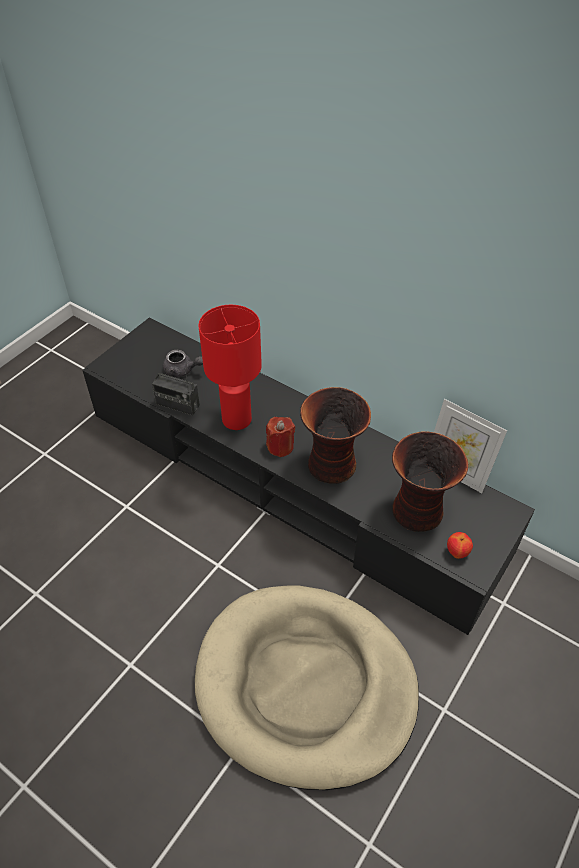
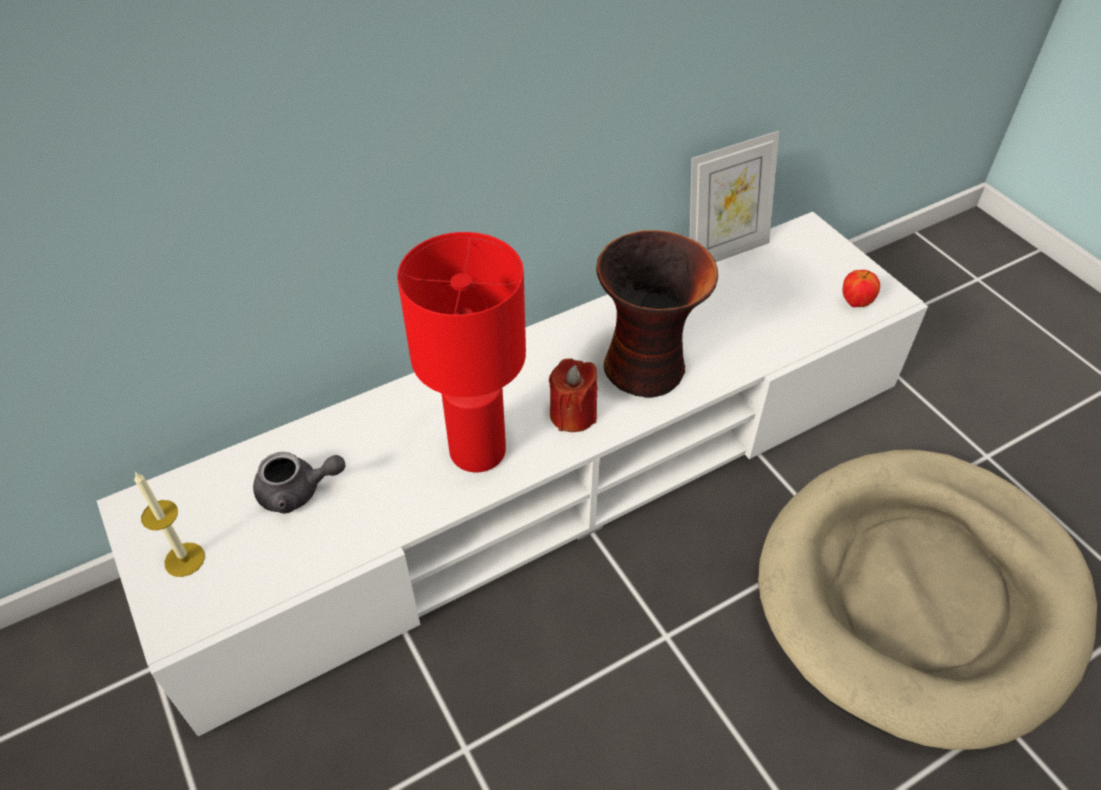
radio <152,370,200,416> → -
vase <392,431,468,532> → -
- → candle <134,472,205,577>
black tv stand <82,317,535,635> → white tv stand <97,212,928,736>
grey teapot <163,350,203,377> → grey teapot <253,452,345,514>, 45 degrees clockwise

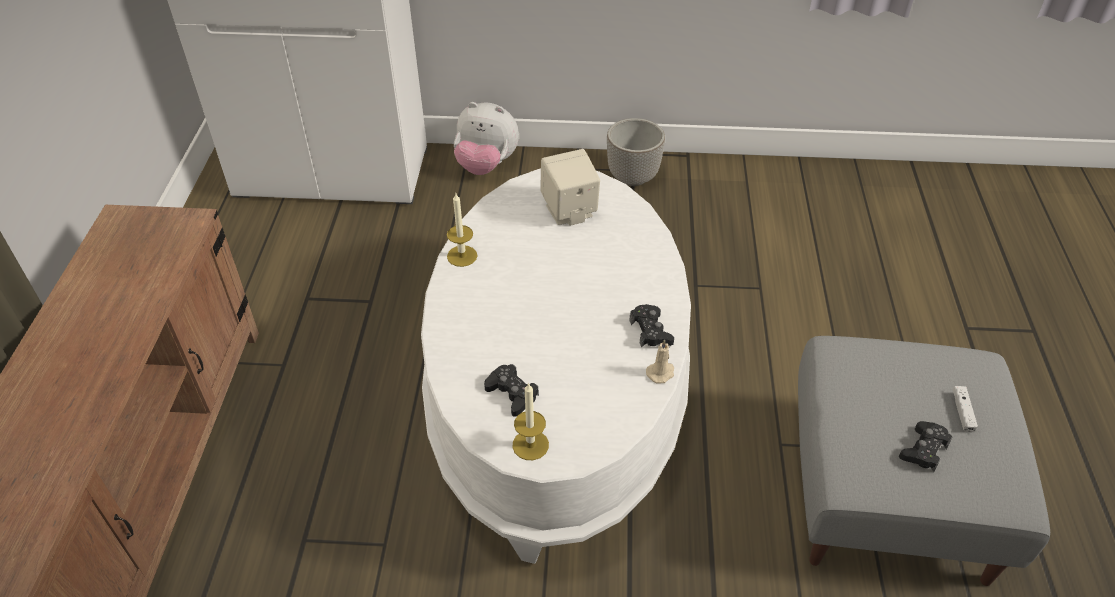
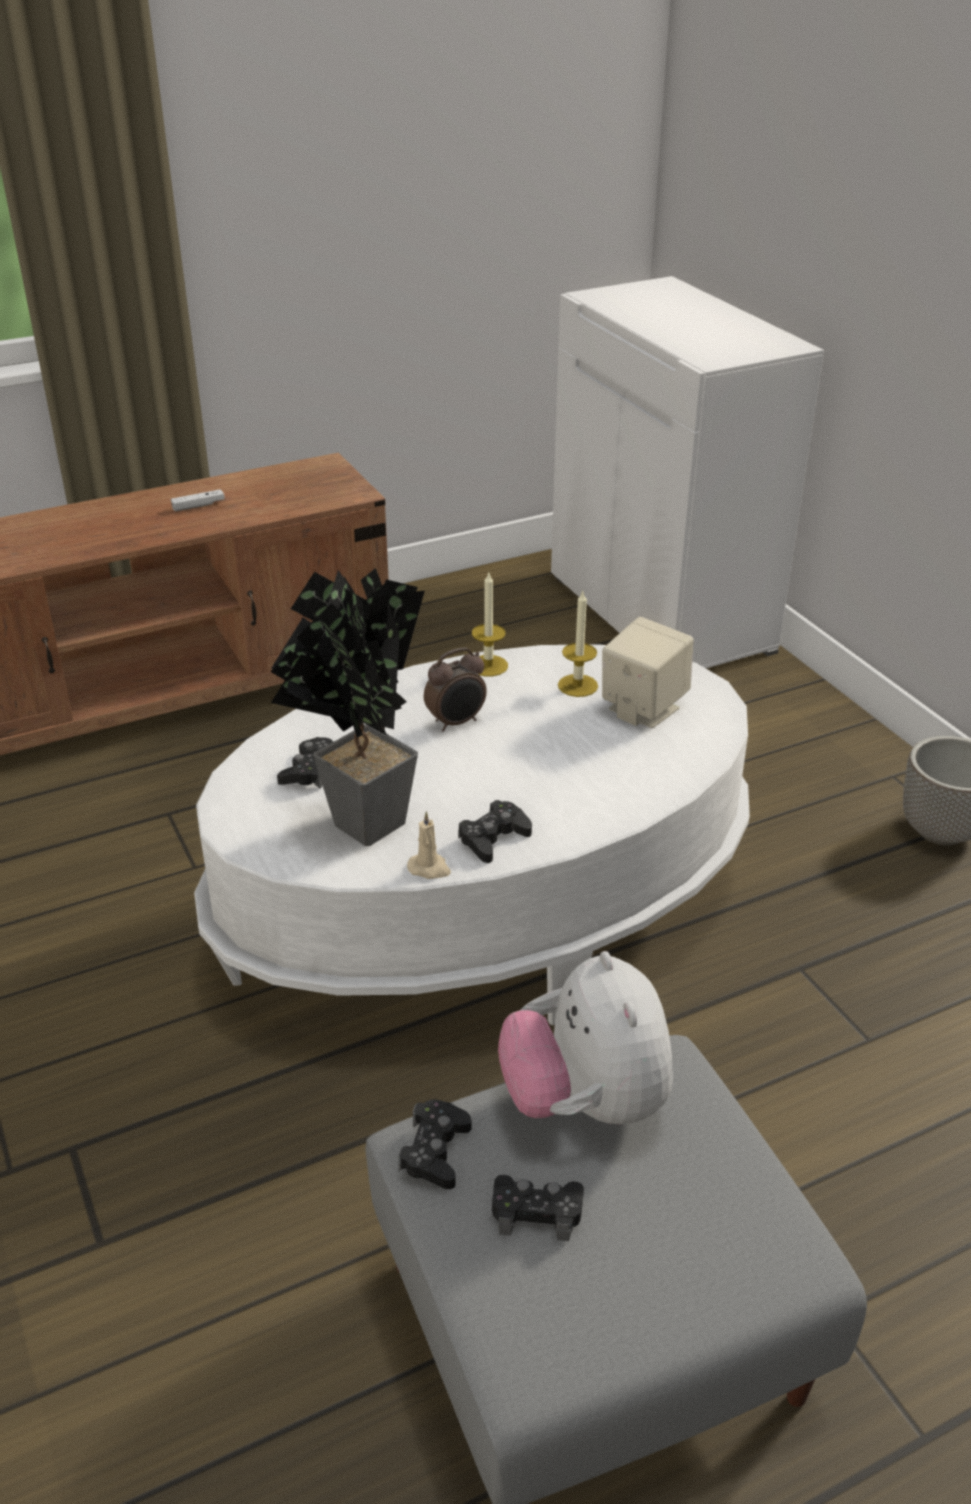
- → potted plant <271,568,425,846>
- → black game controller <398,1099,472,1189>
- → alarm clock <424,647,487,732>
plush toy <454,102,519,175> → plush toy <498,951,673,1124>, move
candle <512,383,549,460> → candle <558,590,598,697>, move
white game controller <953,386,978,433> → white game controller <171,489,225,512>, move

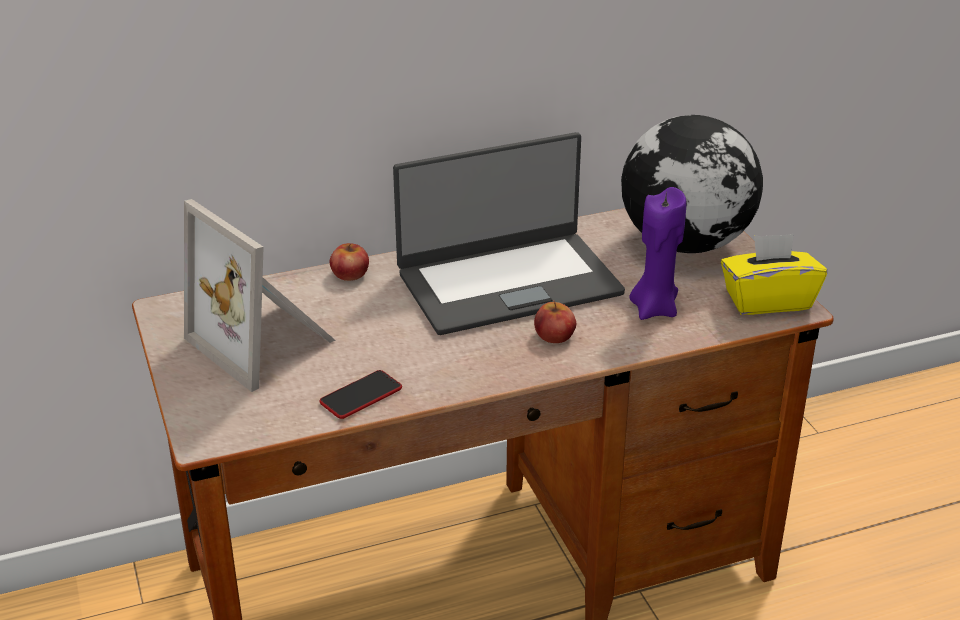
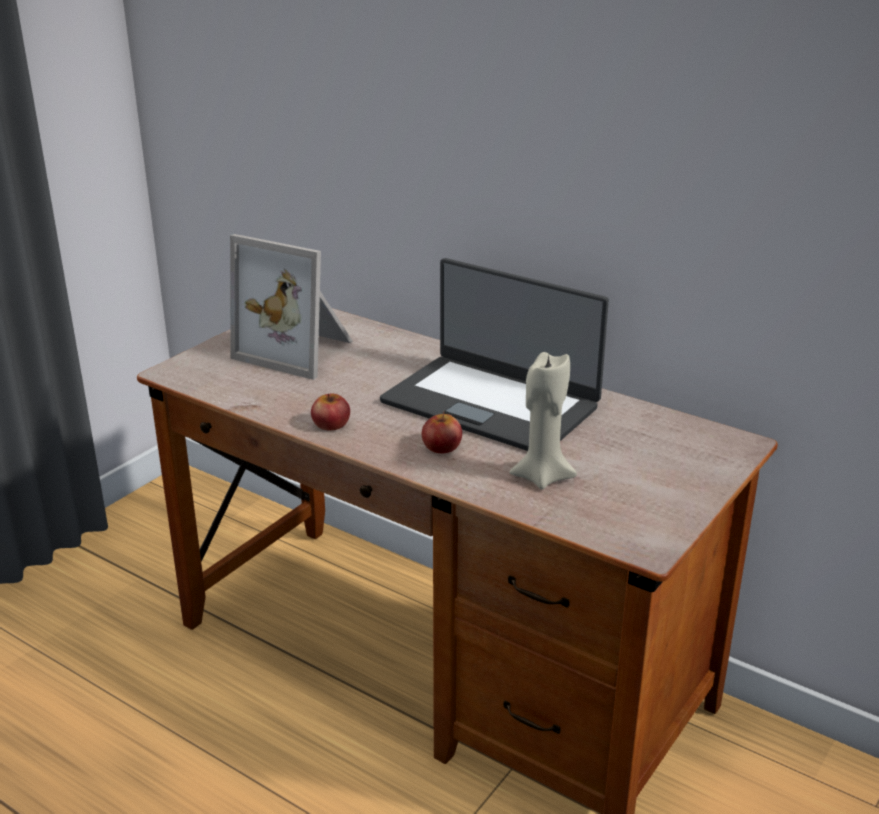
phone <319,370,402,419> → -
globe <621,115,763,253> → -
yellow tissue box <721,234,827,315> → -
apple <330,243,369,281> → apple <311,393,350,430>, move
purple candle <629,187,686,320> → beige candle <509,352,577,489>
picture frame <184,199,336,392> → picture frame <230,234,353,380>, 75 degrees counterclockwise

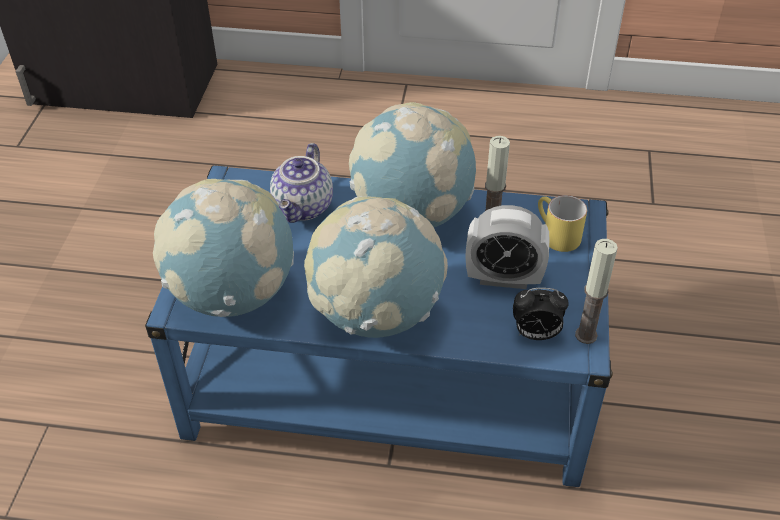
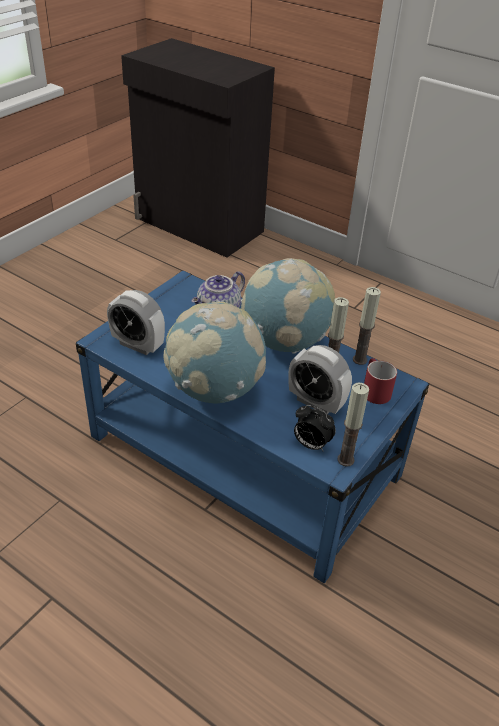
- → candle <353,287,381,365>
globe <153,179,294,317> → alarm clock <107,290,165,355>
yellow mug <538,195,587,252> → red mug <364,358,397,404>

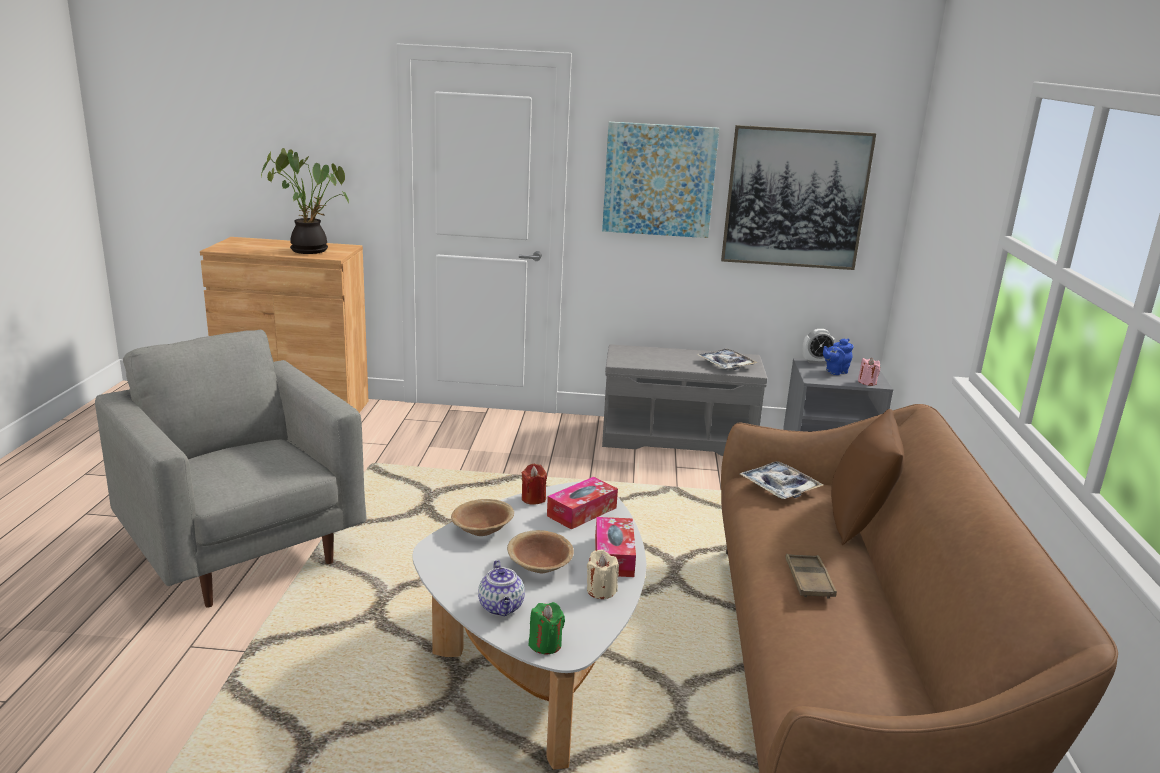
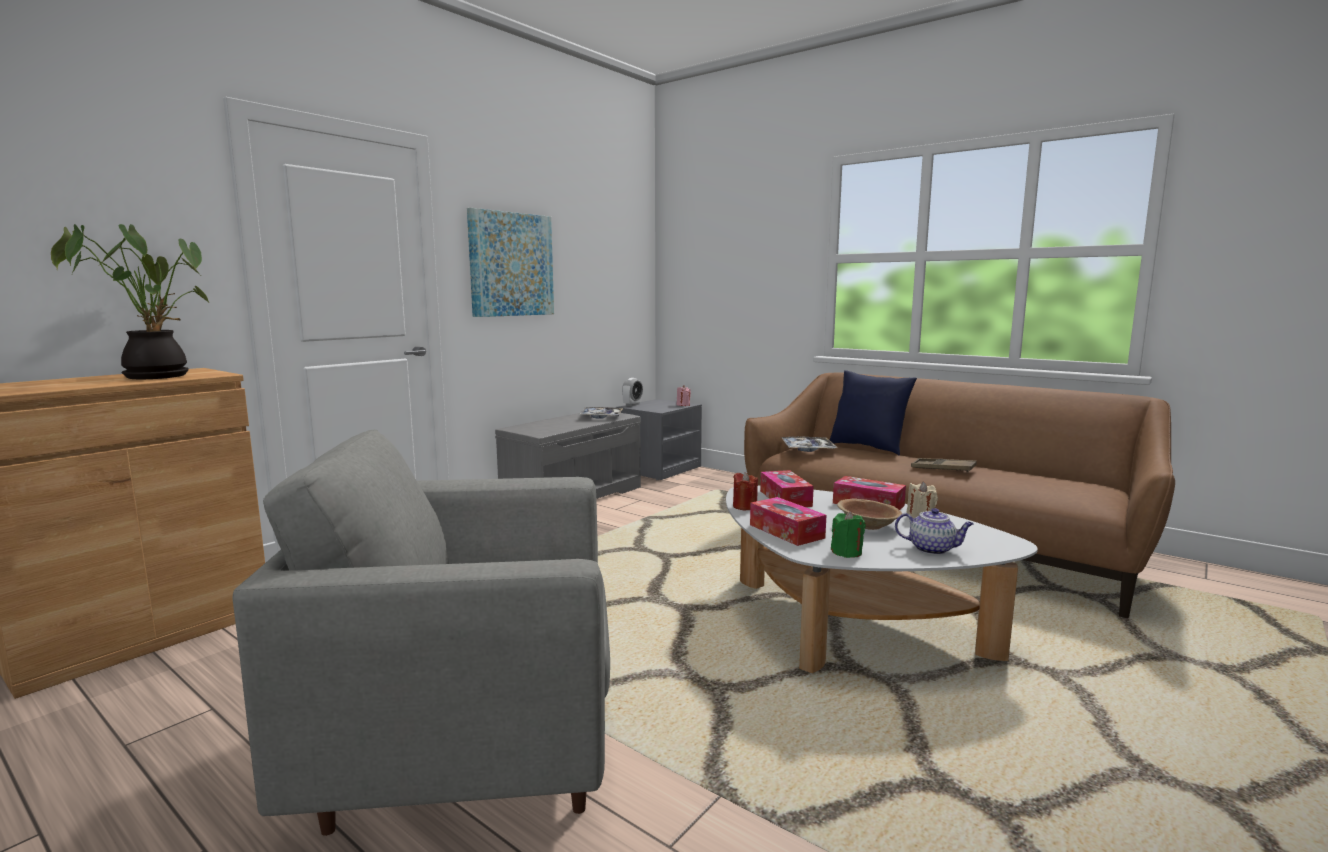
picture <721,125,876,270> → -
blue teapot <823,339,853,375> → -
green candle <529,602,565,654> → green candle <831,511,866,558>, move
brown bowl <451,499,514,536> → tissue box <750,497,826,546>
brown pillow <831,409,905,545> → blue pillow <830,370,917,455>

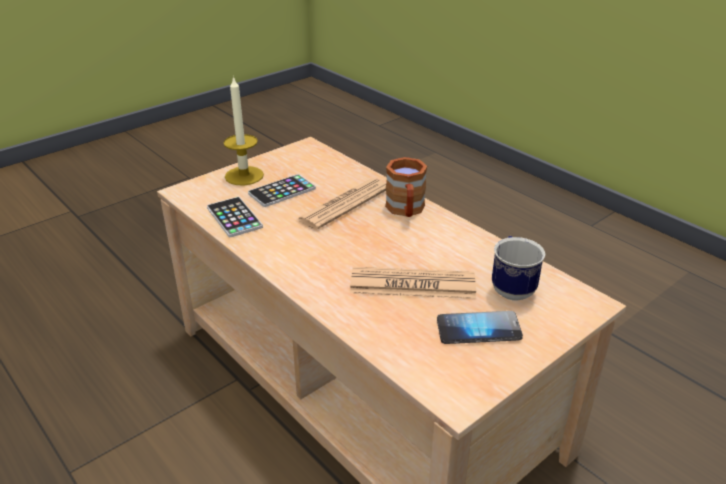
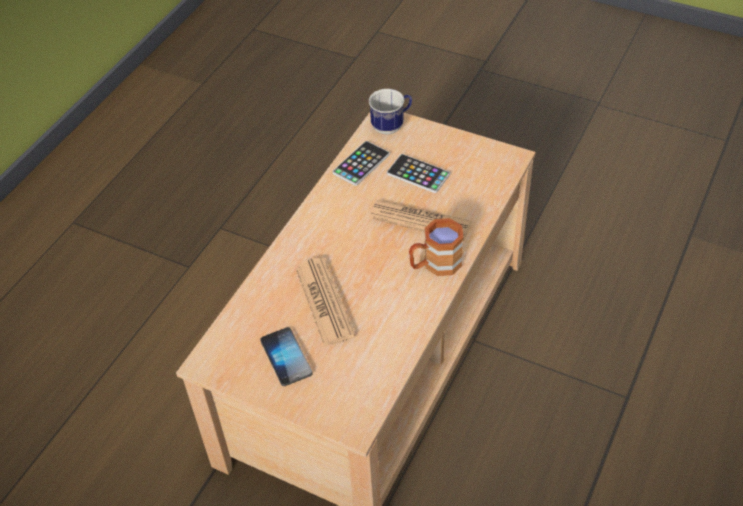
candle <223,76,264,185> → -
mug <492,236,545,301> → mug <369,89,412,134>, move

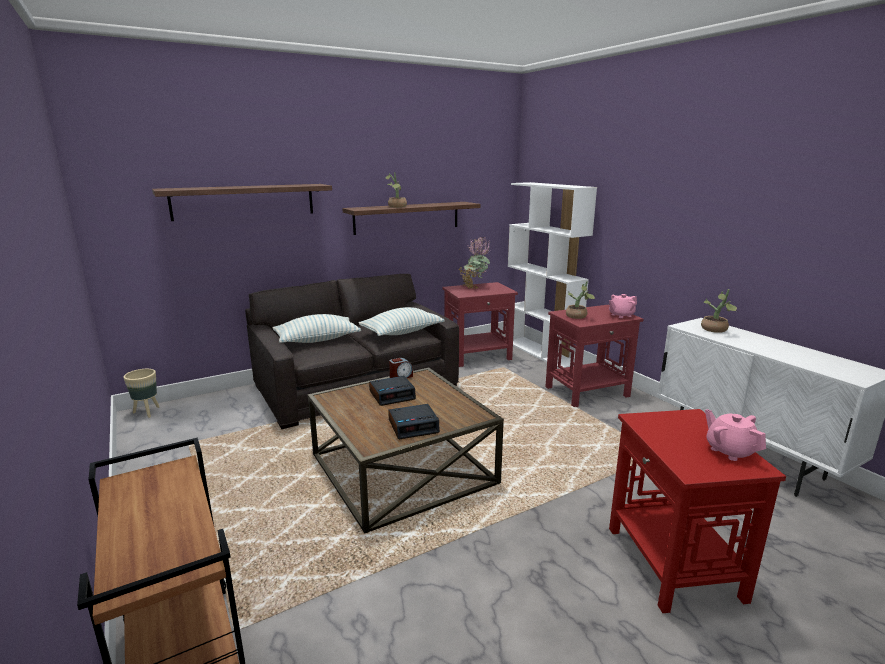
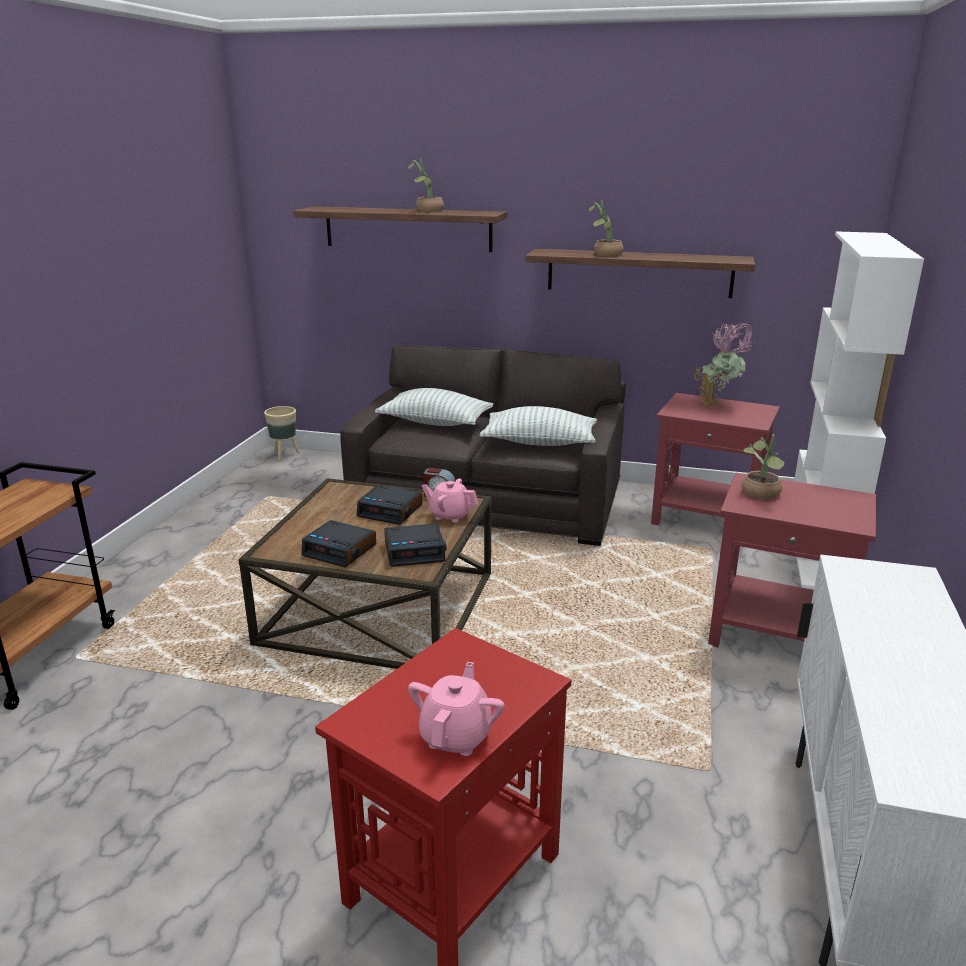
- → alarm clock <384,523,446,567>
pink teapot <609,294,637,318> → pink teapot <422,478,478,523>, move
potted plant <701,289,737,333> → potted plant <408,158,444,212>, move

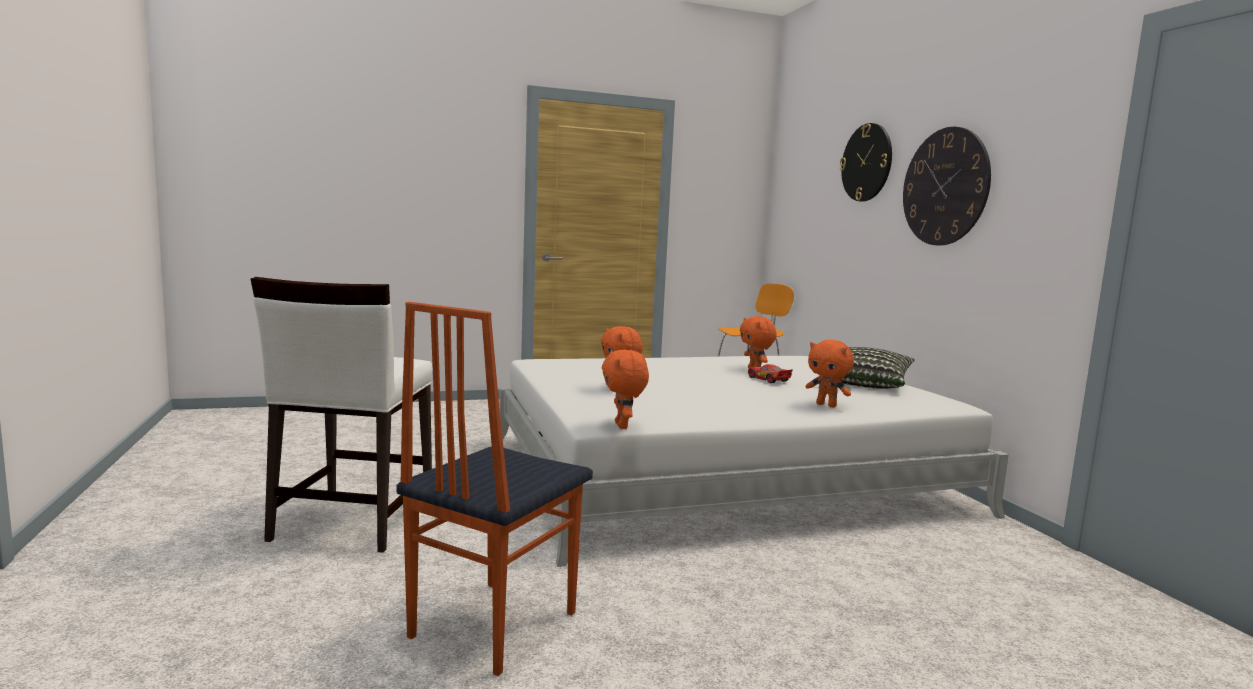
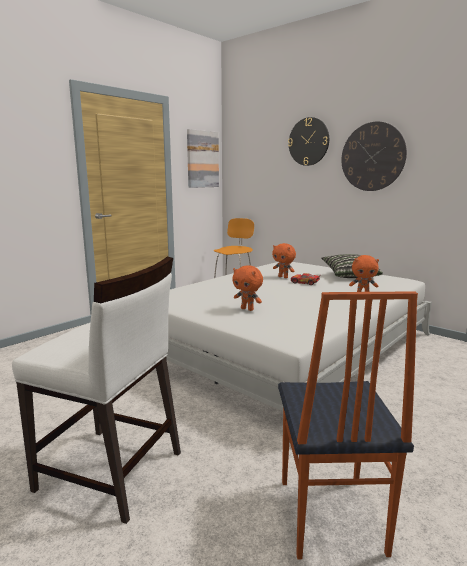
orange plush toy <602,350,649,429> → -
- → picture <187,129,219,188>
white chair <251,277,433,553> → white chair <12,257,181,524>, 45 degrees counterclockwise

